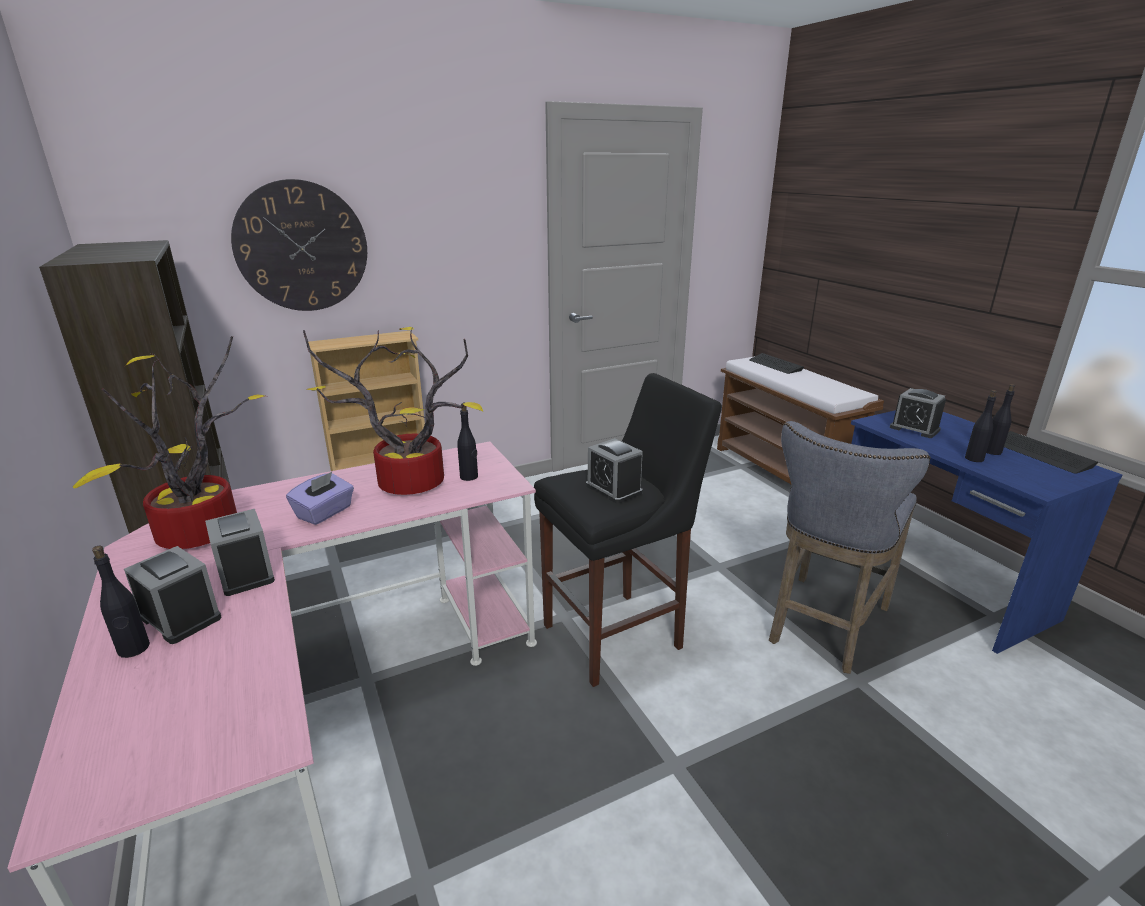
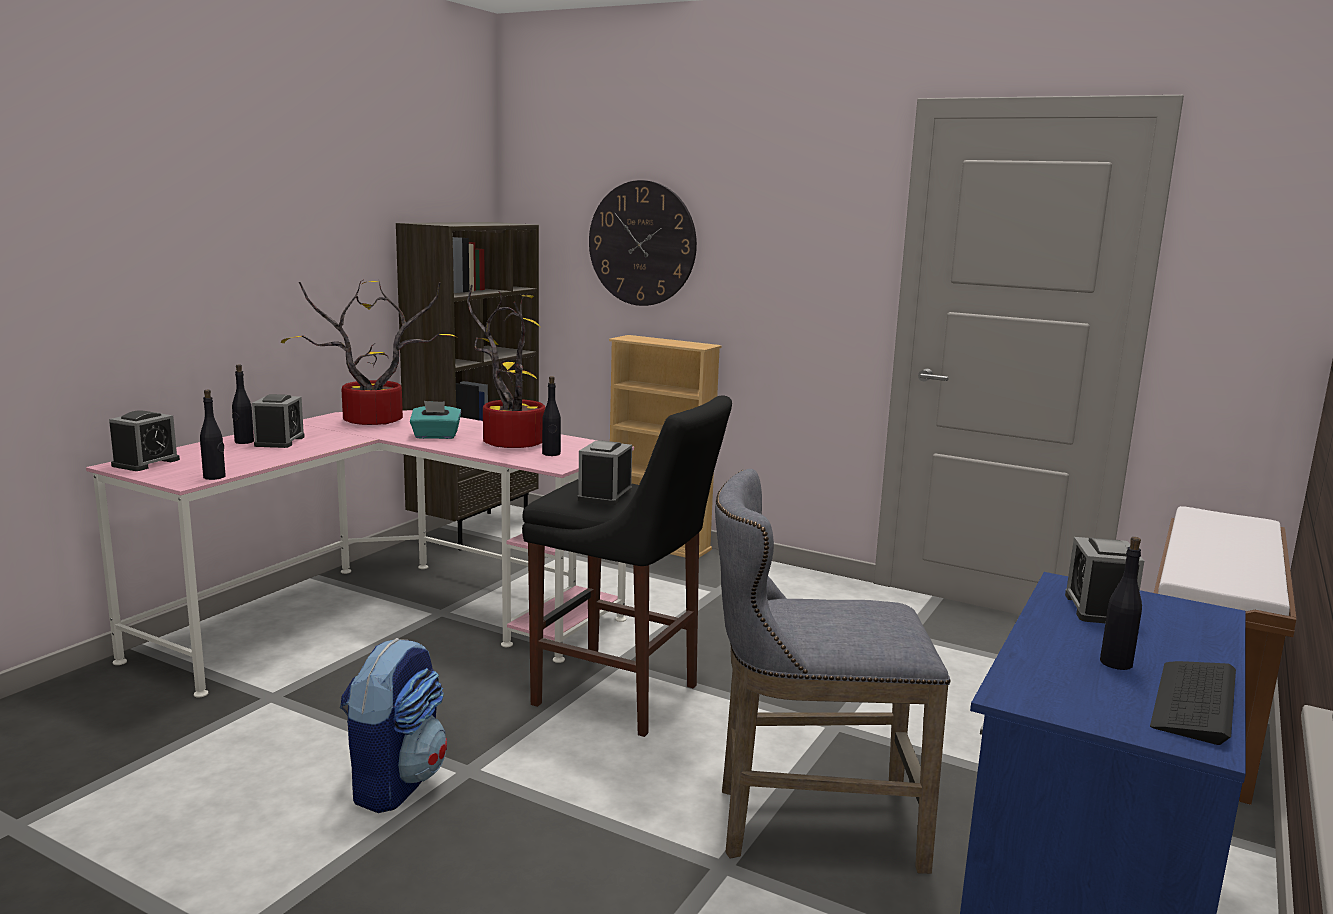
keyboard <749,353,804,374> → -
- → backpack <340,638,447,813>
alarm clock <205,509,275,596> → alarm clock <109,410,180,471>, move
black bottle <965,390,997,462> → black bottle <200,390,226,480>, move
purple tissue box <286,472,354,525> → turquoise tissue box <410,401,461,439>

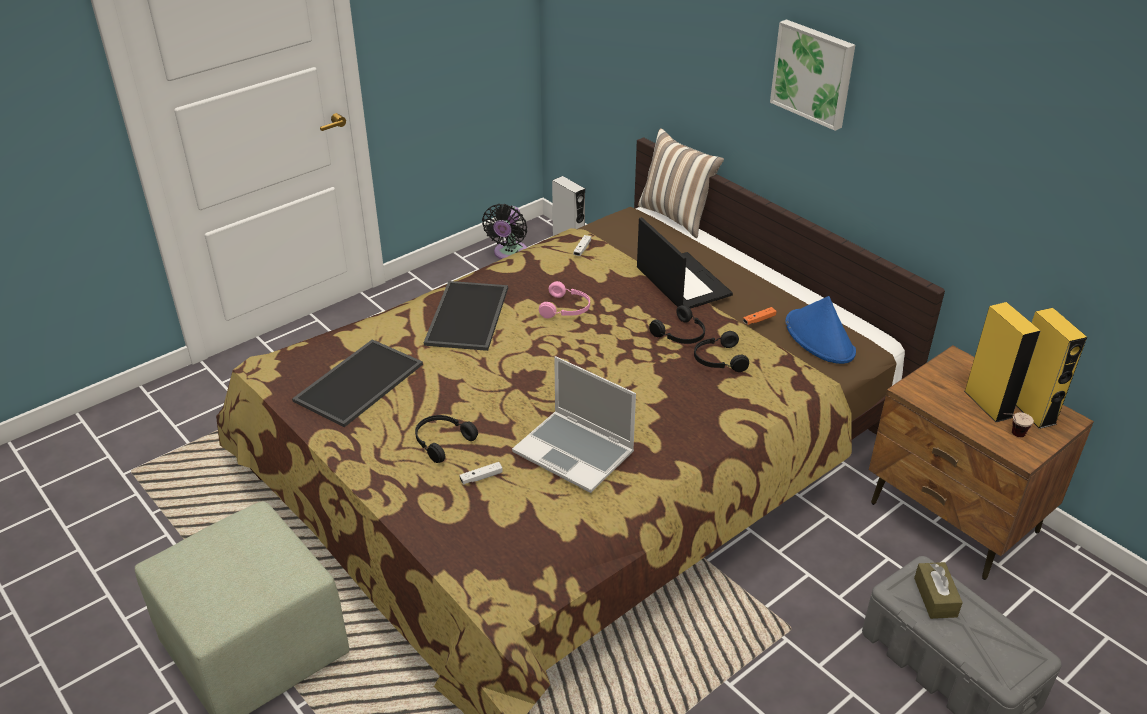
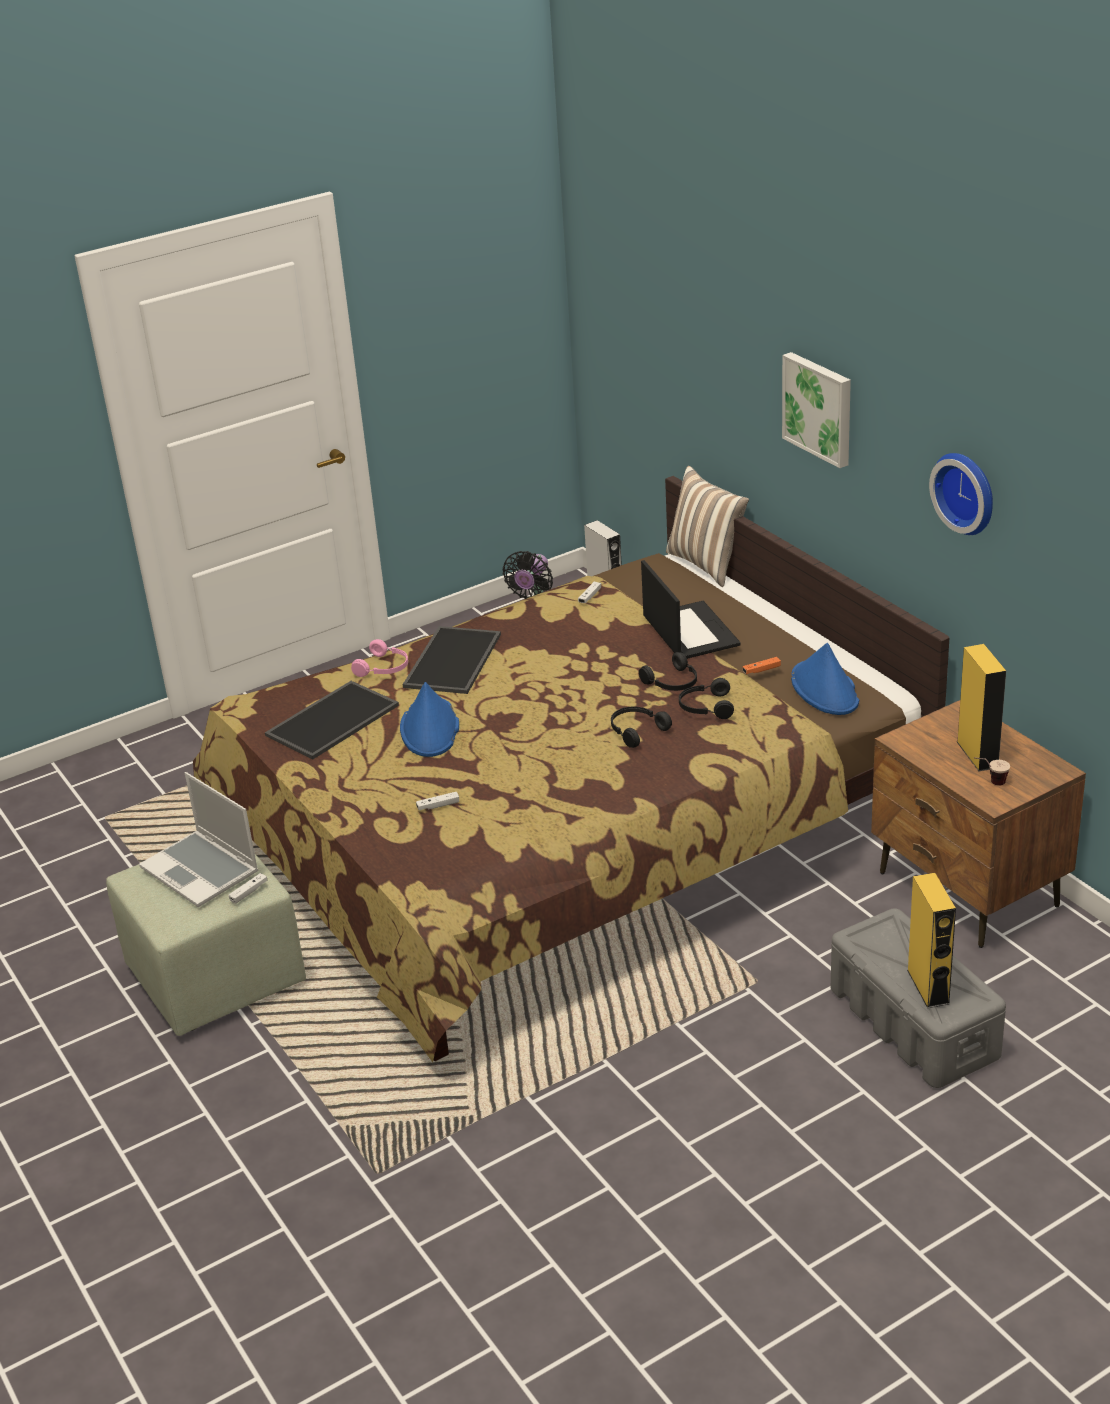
brown tissue box <914,562,963,619> → -
- → white game controller <229,873,268,904>
- → blue hat <400,682,459,757>
- → wall clock <929,453,993,535>
black headphones <415,415,478,463> → black headphones <611,706,672,748>, move
laptop <512,356,636,493> → laptop <139,772,258,907>, move
pink headphones <539,281,590,318> → pink headphones <351,639,408,677>, move
yellow speaker <1016,308,1087,429> → yellow speaker <907,873,956,1008>, move

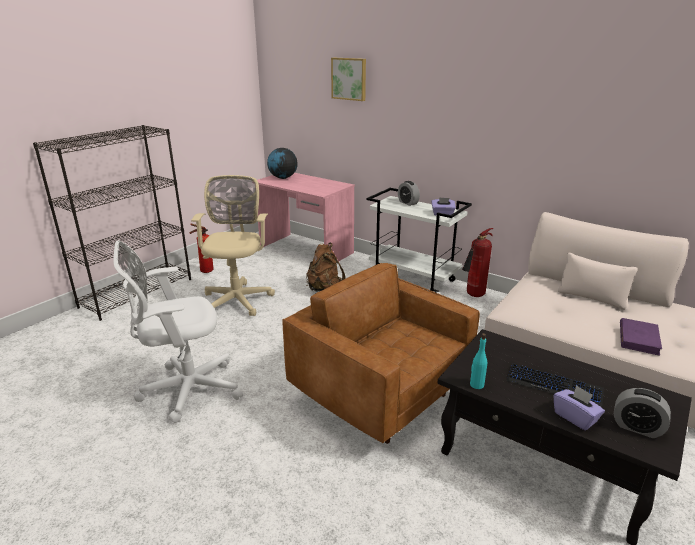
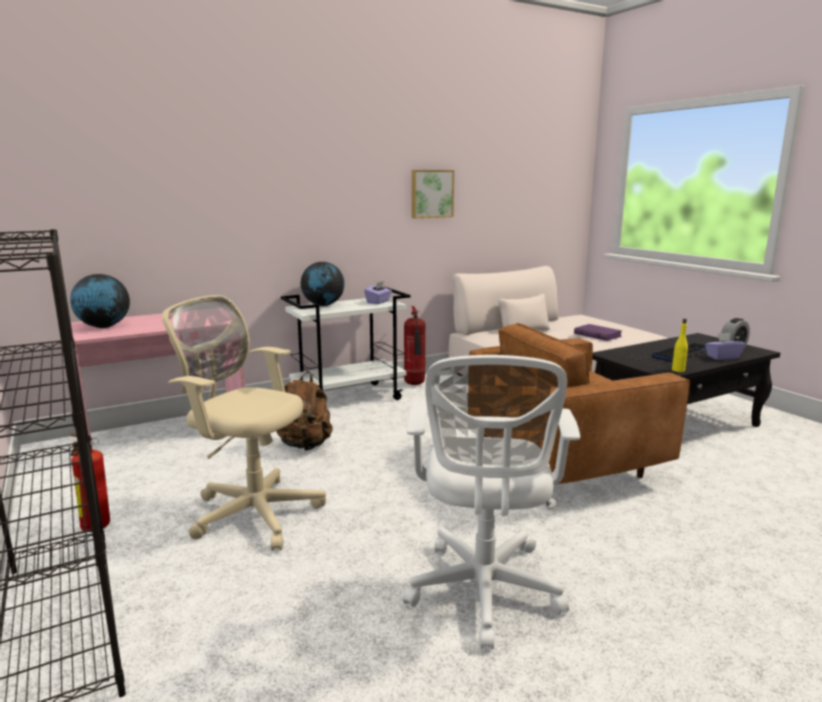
picture <331,58,366,101> → picture <412,170,454,218>, move
alarm clock <398,181,420,206> → globe <301,262,345,306>
turquoise bottle <470,333,487,389> → yellow bottle <672,319,688,372>

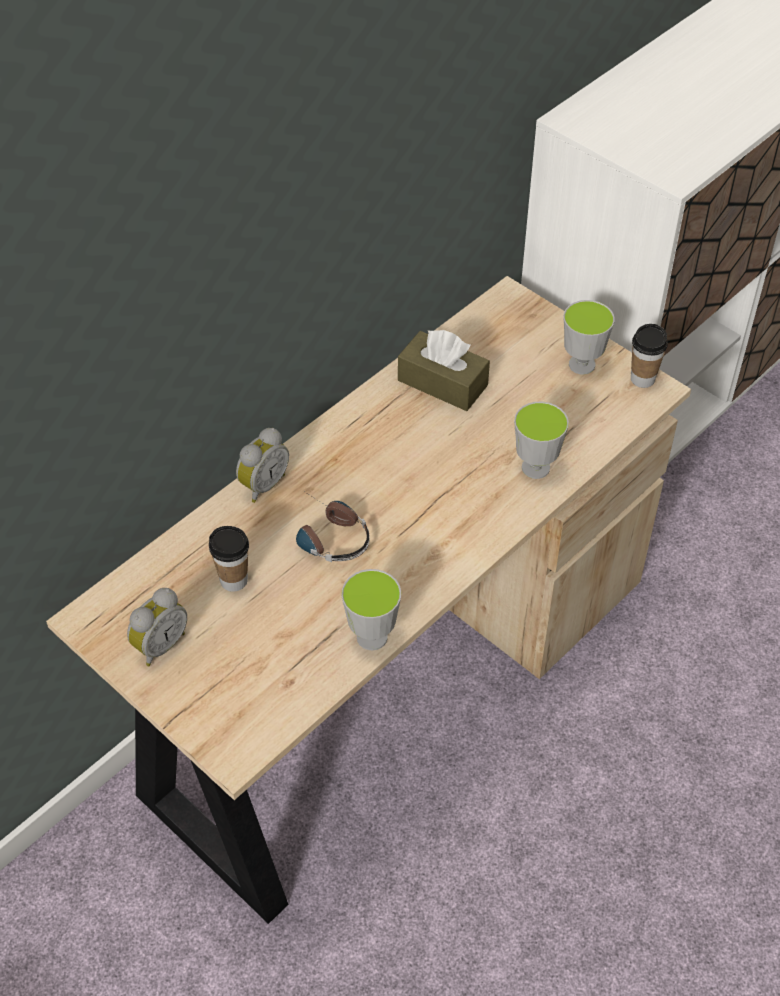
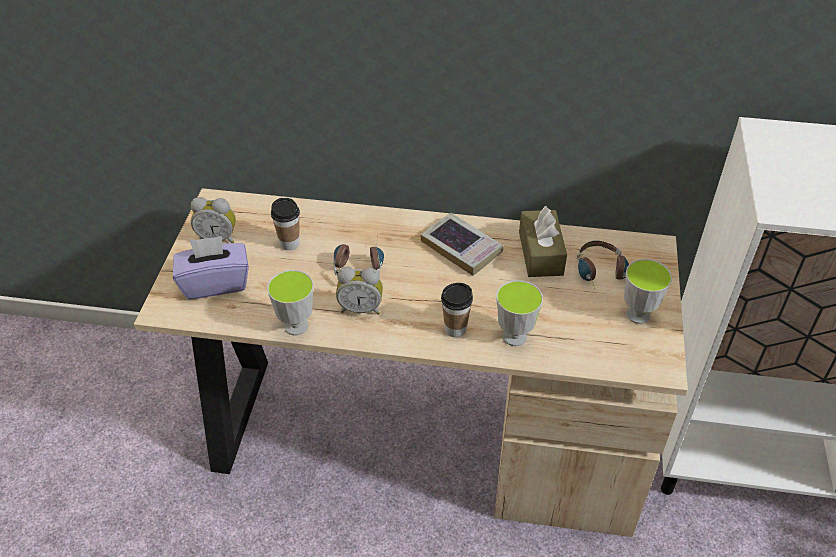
- → purple tissue box <173,236,249,299>
- → book <421,213,503,276>
- → headphones <577,241,629,289>
alarm clock <236,428,289,503> → alarm clock <336,267,383,315>, move
cup <631,324,668,388> → cup <441,283,473,338>, move

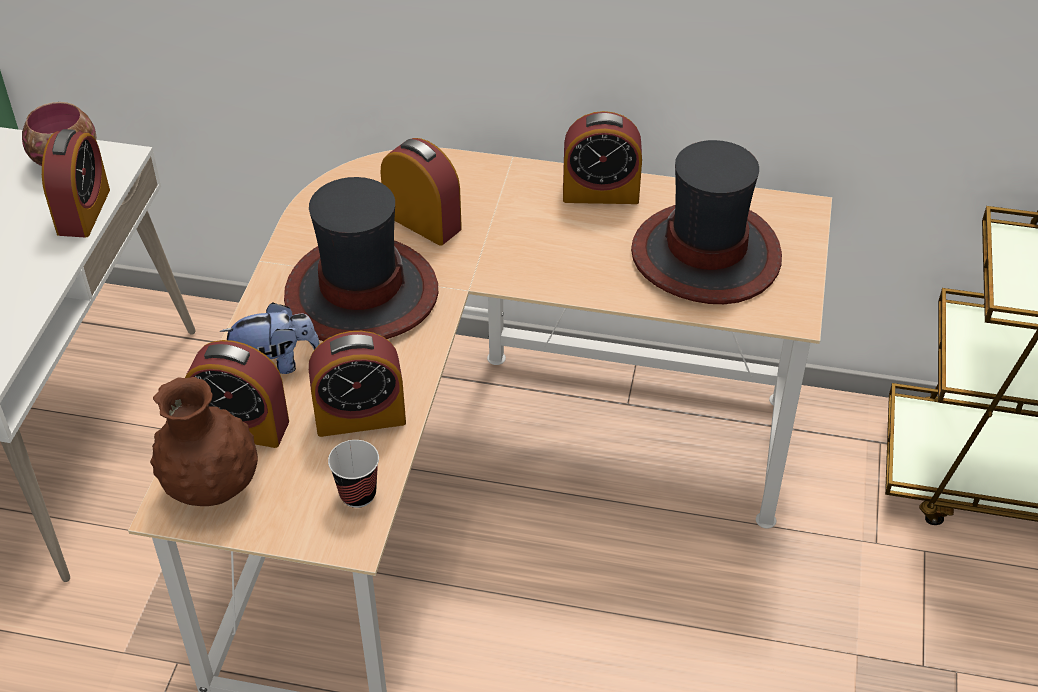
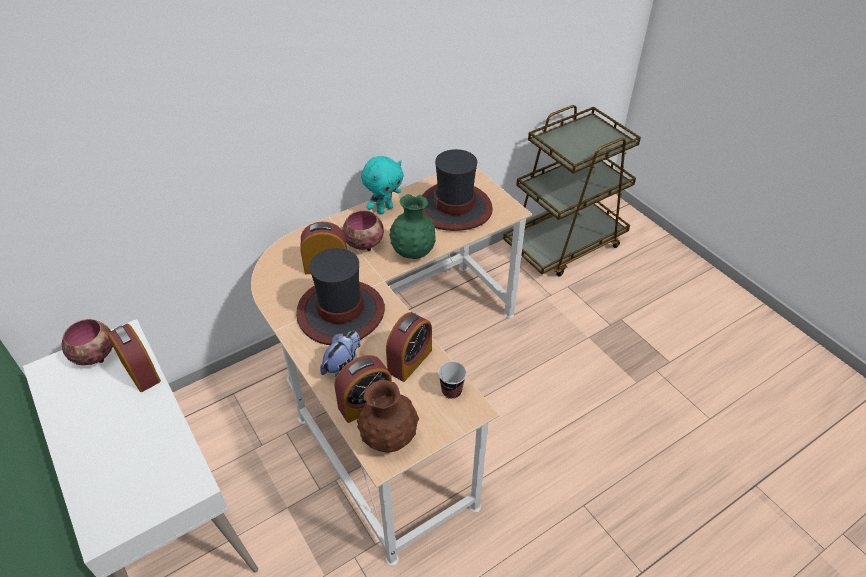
- → bowl <342,210,384,251>
- → green vase <389,194,436,259>
alarm clock <563,111,642,204> → turquoise plush toy <361,156,404,215>

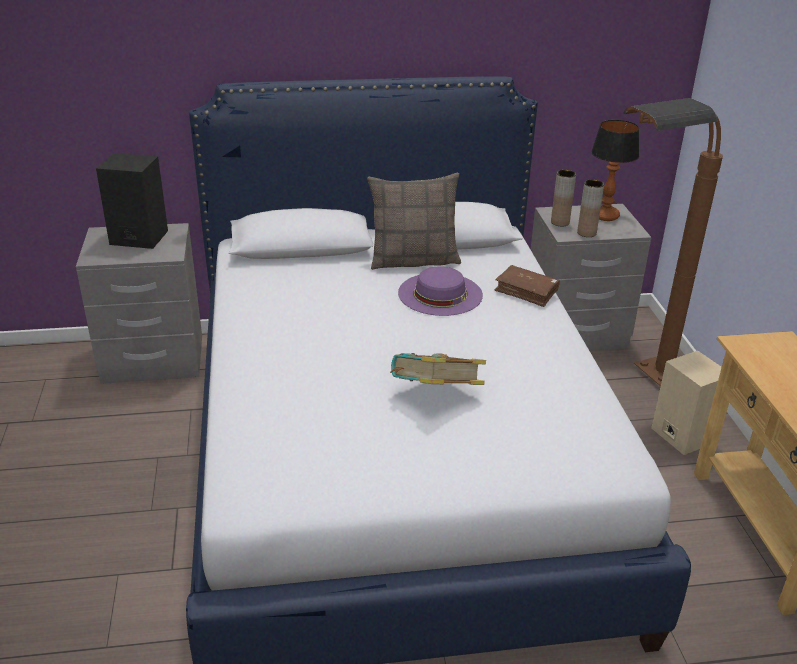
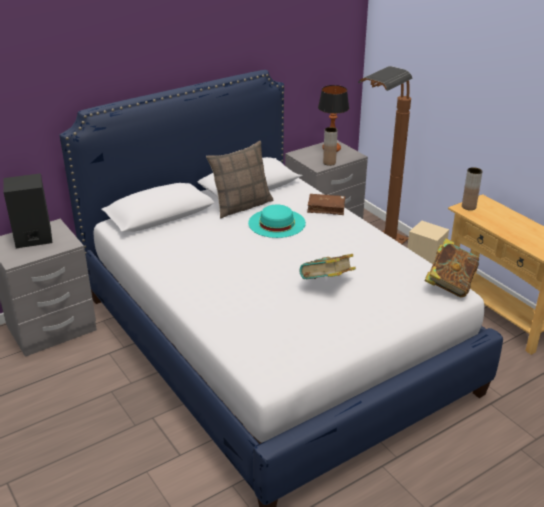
- → book <425,238,479,297>
brown vase <551,170,576,226> → brown vase <462,167,482,210>, move
purple hat <398,266,483,316> → turquoise hat <248,205,306,238>

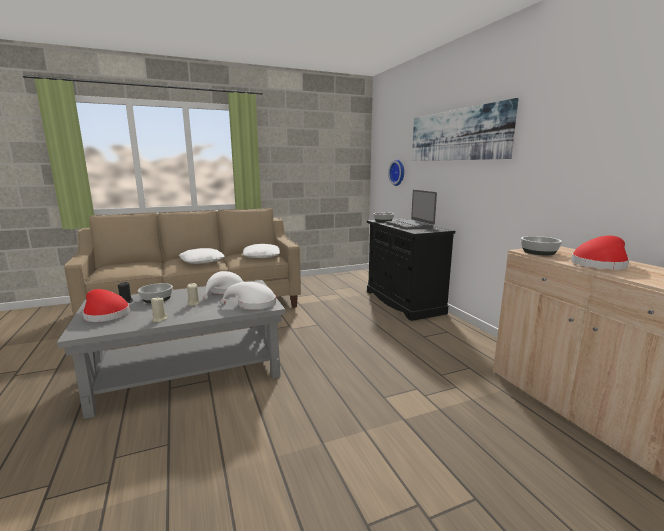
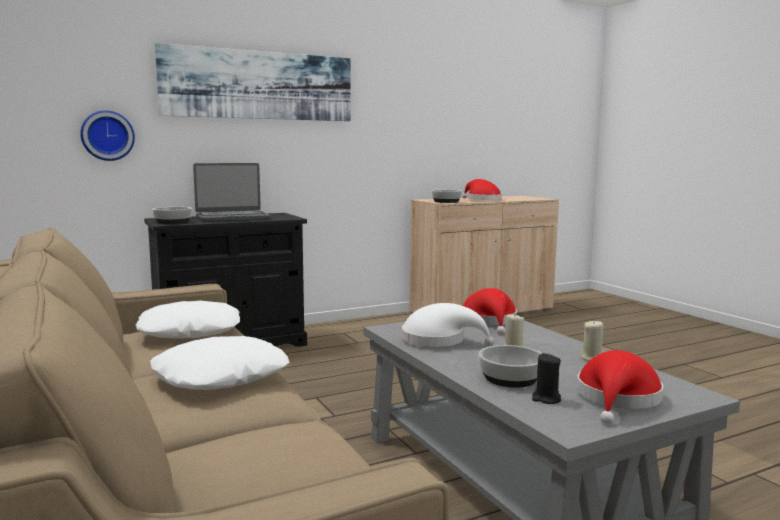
white hat <220,282,276,310> → red hat <463,288,517,335>

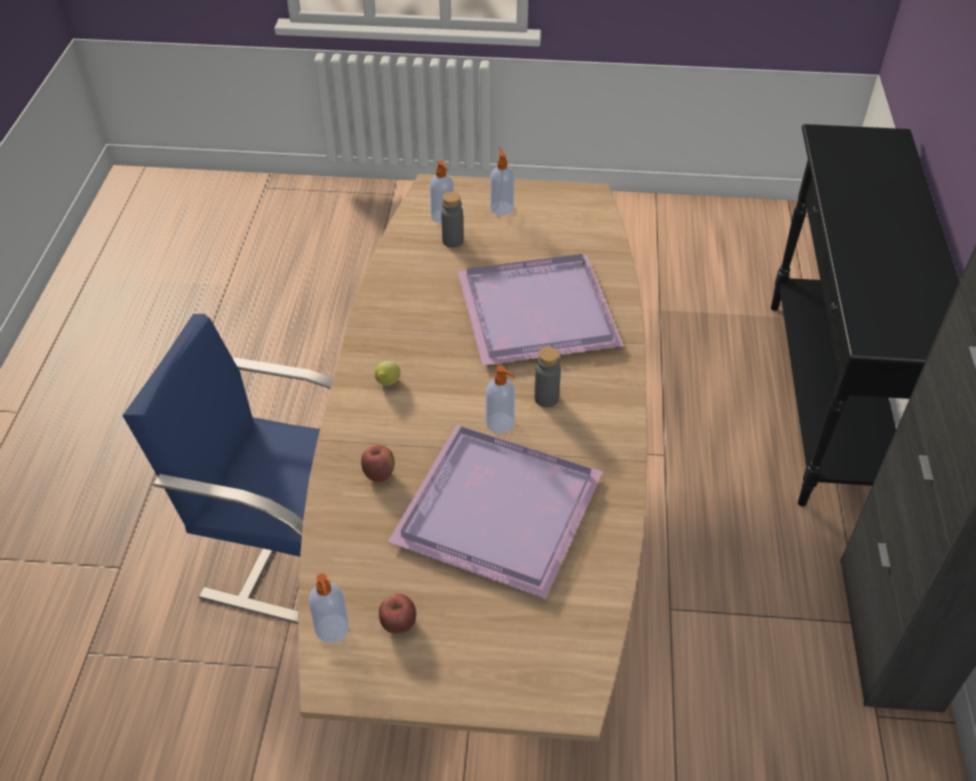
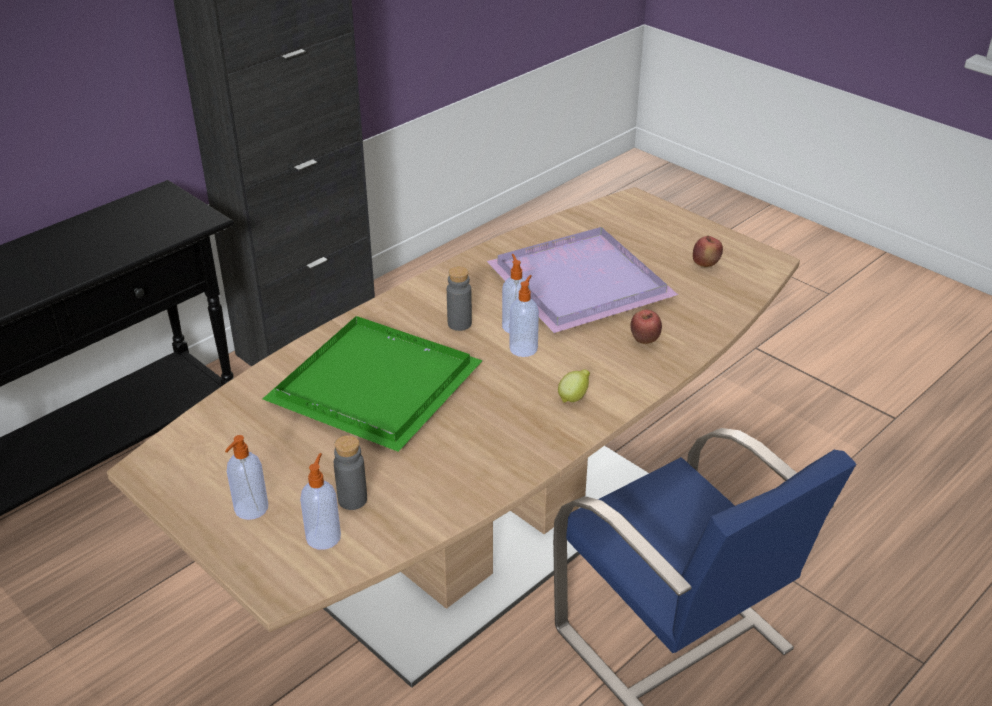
soap dispenser <309,573,349,643> → soap dispenser <509,275,539,357>, move
purple tray <457,254,624,366> → green tray <263,316,483,452>

